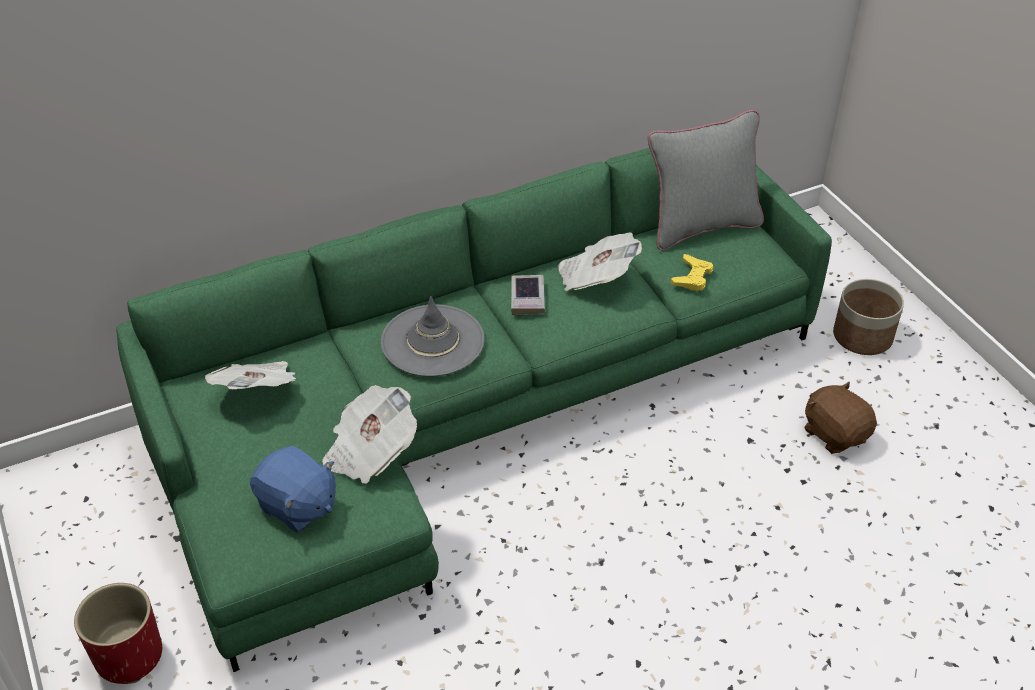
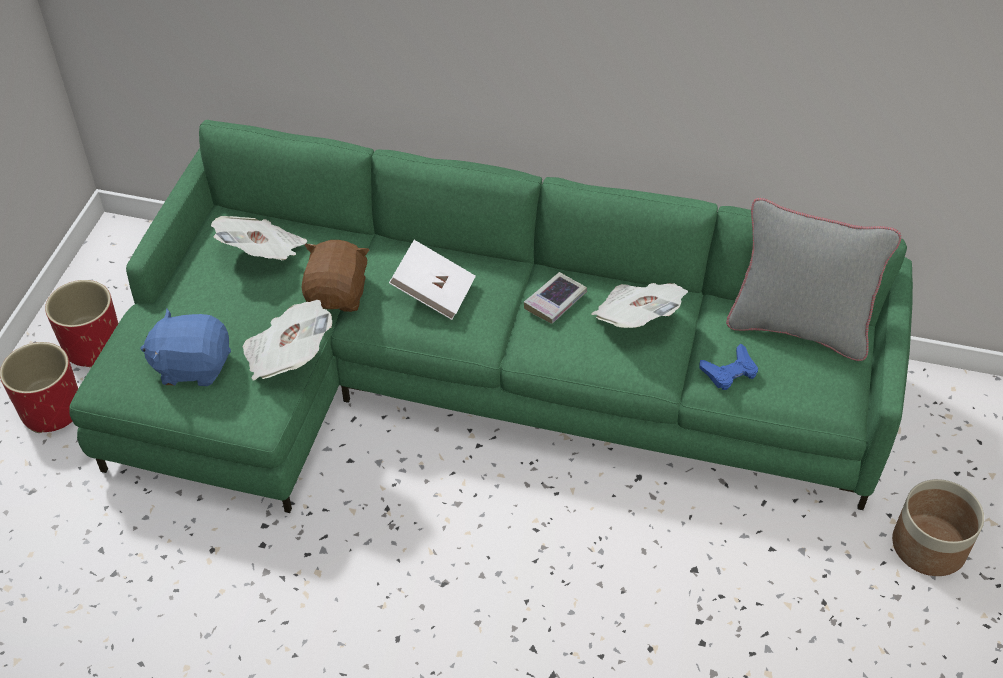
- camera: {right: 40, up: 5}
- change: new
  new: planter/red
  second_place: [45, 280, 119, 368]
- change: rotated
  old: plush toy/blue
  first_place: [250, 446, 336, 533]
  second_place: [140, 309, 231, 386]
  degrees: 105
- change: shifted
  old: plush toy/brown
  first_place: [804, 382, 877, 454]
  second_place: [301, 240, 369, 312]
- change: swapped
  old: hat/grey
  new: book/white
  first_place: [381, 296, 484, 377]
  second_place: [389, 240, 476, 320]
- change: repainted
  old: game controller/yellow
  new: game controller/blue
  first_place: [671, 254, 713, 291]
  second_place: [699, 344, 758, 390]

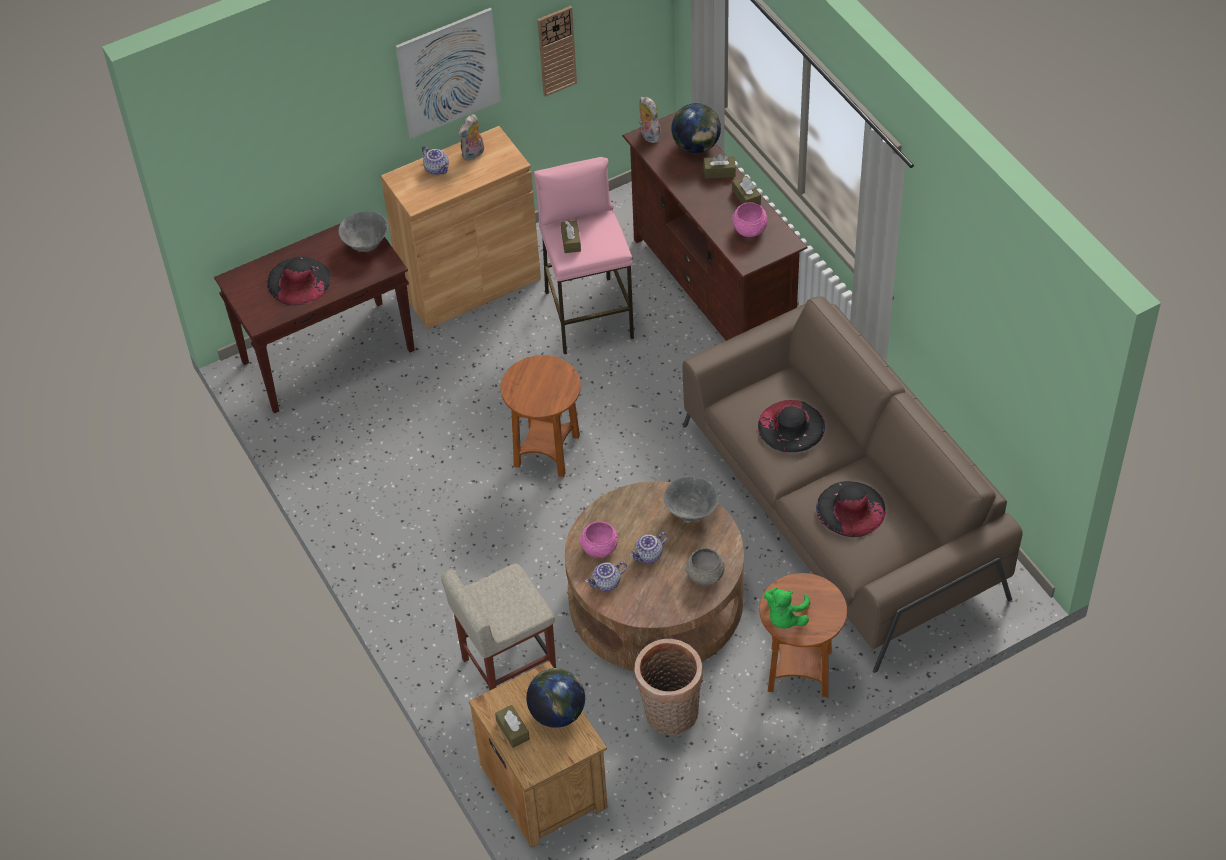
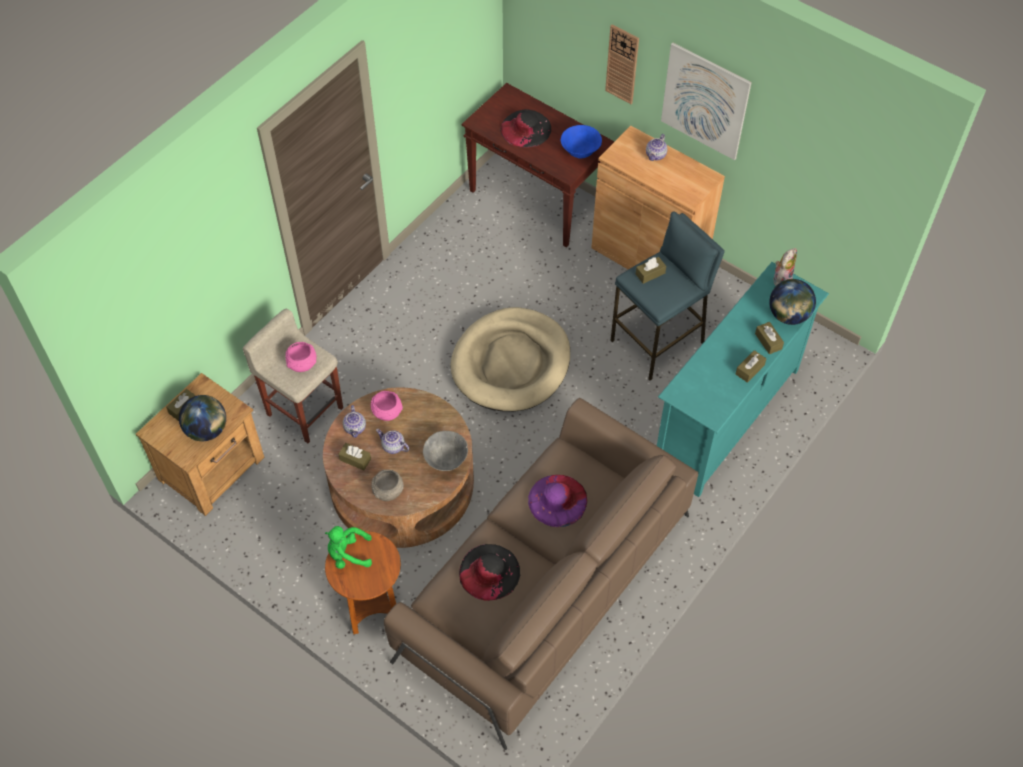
- camera: {right: 65, up: 5}
- change: shifted
  old: bowl/pink
  first_place: [732, 202, 768, 237]
  second_place: [285, 342, 317, 372]
- change: new
  new: tissue box/brown
  second_place: [338, 443, 371, 470]
- change: rotated
  old: teapot
  first_place: [585, 561, 627, 591]
  second_place: [343, 405, 366, 438]
  degrees: -135
- change: swapped
  old: side table/brown
  new: dog bed/beige
  first_place: [501, 355, 581, 477]
  second_place: [451, 307, 570, 412]
- change: repainted
  old: hat/black
  new: hat/purple
  first_place: [758, 400, 825, 453]
  second_place: [528, 475, 587, 527]
- change: repainted
  old: bowl/grey
  new: bowl/blue
  first_place: [339, 211, 388, 252]
  second_place: [561, 125, 602, 158]
- change: shifted
  old: wall clock
  first_place: [537, 6, 577, 97]
  second_place: [605, 25, 639, 104]
- change: repainted
  old: stool/pink
  new: stool/blue
  first_place: [534, 157, 634, 355]
  second_place: [611, 211, 725, 381]
- change: repainted
  old: tv stand/brown
  new: tv stand/turquoise
  first_place: [622, 111, 808, 341]
  second_place: [657, 262, 829, 497]
- change: gone
  old: plush toy
  first_place: [458, 114, 484, 161]
- change: gone
  old: basket
  first_place: [634, 639, 703, 735]

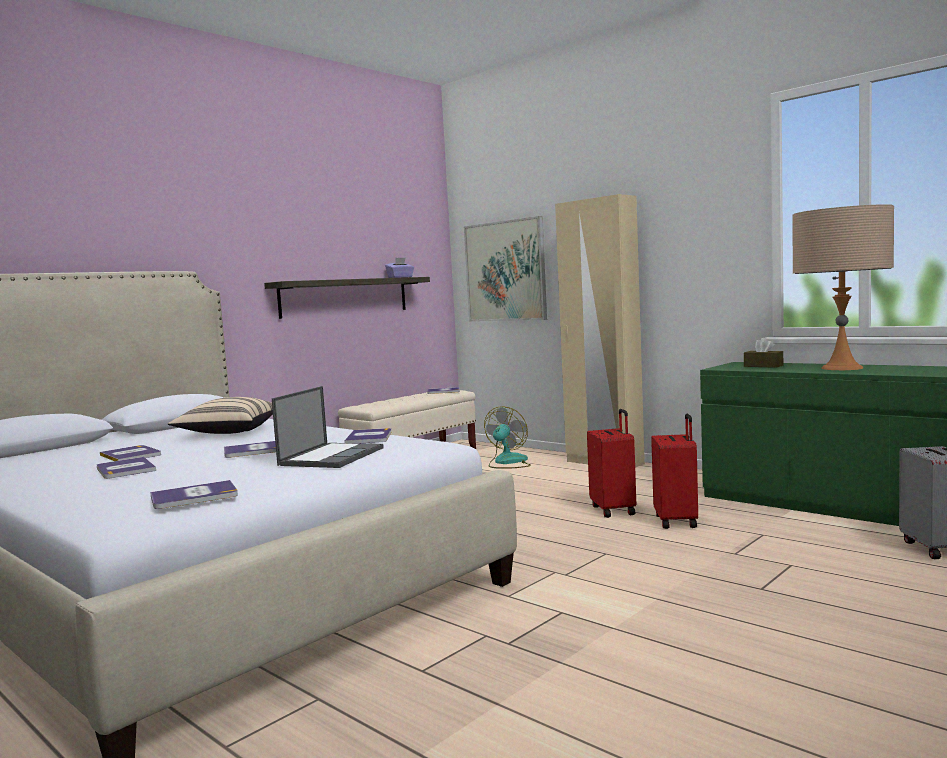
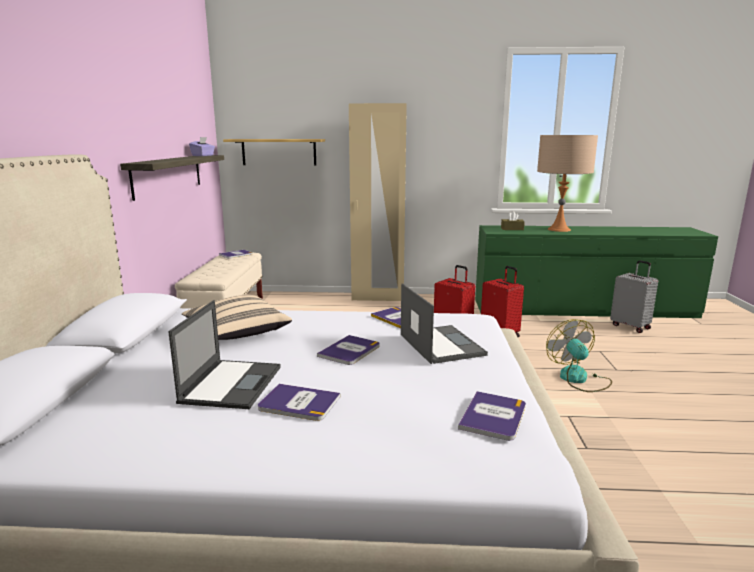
- camera: {right: -40, up: 10}
- change: swapped
  old: book
  new: laptop
  first_place: [100, 445, 161, 461]
  second_place: [168, 300, 281, 409]
- change: swapped
  old: picture
  new: shelf
  first_place: [464, 216, 547, 322]
  second_place: [223, 139, 325, 166]
- change: shifted
  old: fan
  first_place: [484, 407, 531, 469]
  second_place: [546, 319, 612, 392]

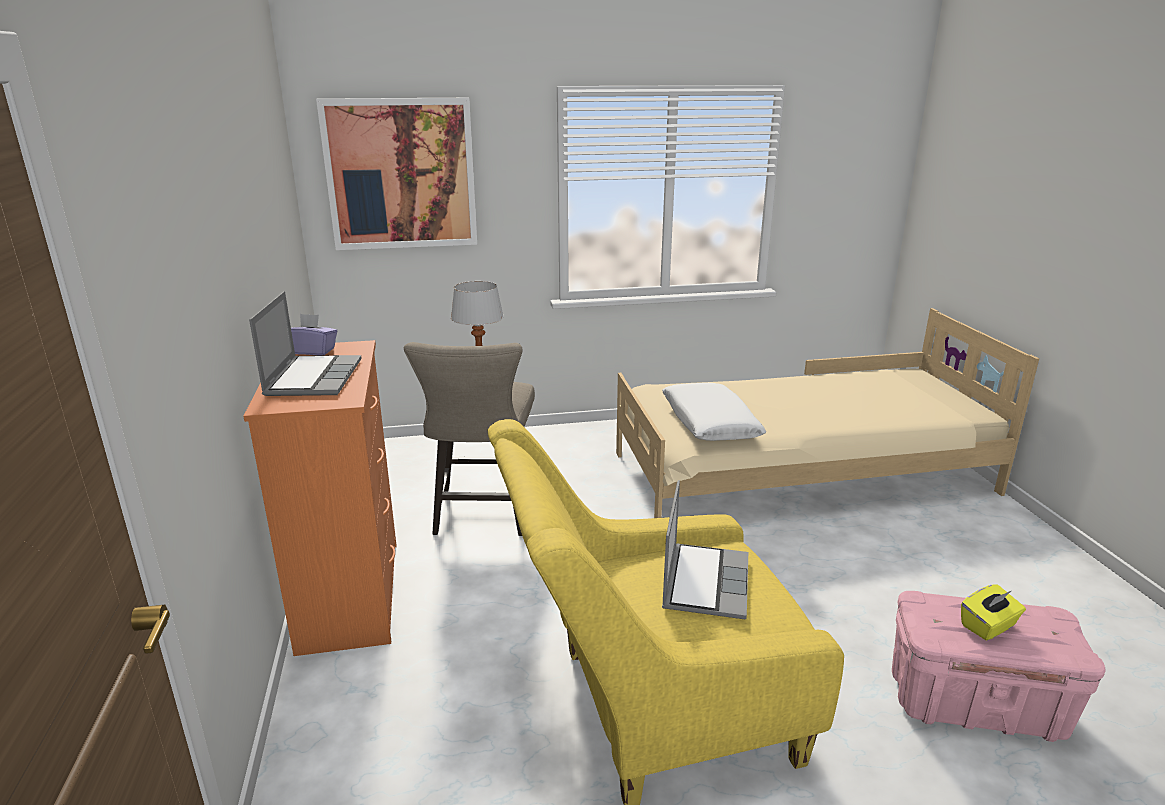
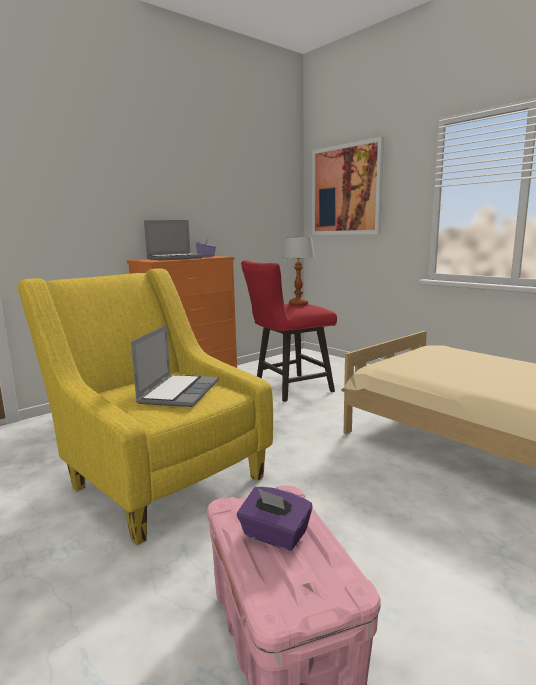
- camera: {right: 60, up: -10}
- change: rotated
  old: laptop
  first_place: [662, 480, 748, 619]
  second_place: [131, 325, 219, 407]
  degrees: -60
- change: repainted
  old: tissue box/yellow
  new: tissue box/purple
  first_place: [961, 584, 1026, 641]
  second_place: [237, 487, 313, 551]
- change: repainted
  old: stool/beige
  new: stool/red
  first_place: [404, 342, 535, 536]
  second_place: [241, 260, 337, 402]
- change: gone
  old: pillow/white
  first_place: [662, 383, 766, 441]

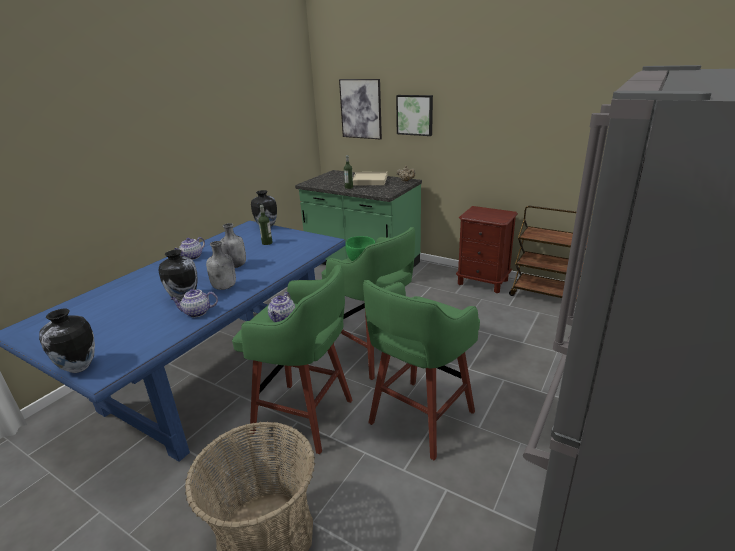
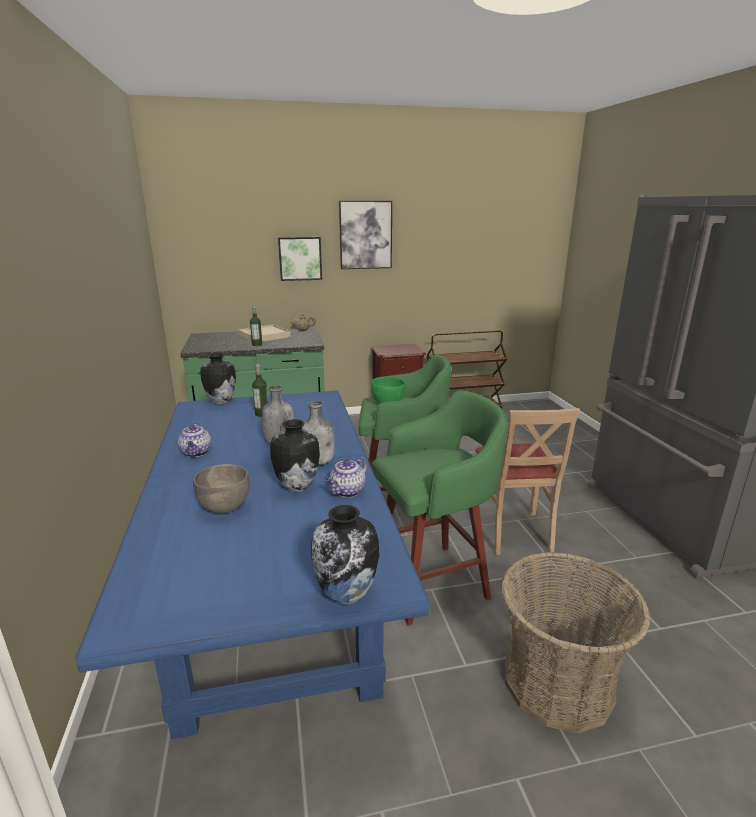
- camera: {right: -45, up: -5}
- change: new
  new: bowl/grey
  second_place: [193, 464, 250, 513]
- change: shifted
  old: picture
  first_place: [339, 79, 382, 140]
  second_place: [339, 201, 392, 269]
- change: swapped
  old: stool/green
  new: chair/beige
  first_place: [363, 280, 480, 460]
  second_place: [475, 408, 580, 555]
- change: gone
  old: teapot
  first_place: [268, 292, 295, 322]

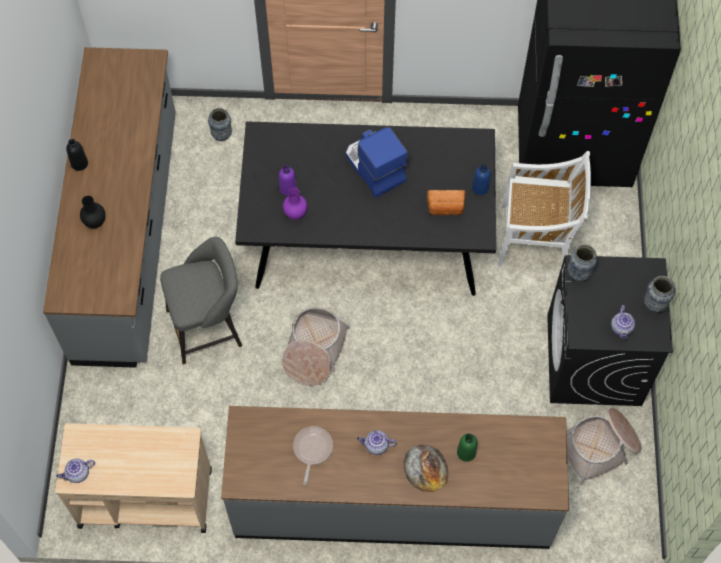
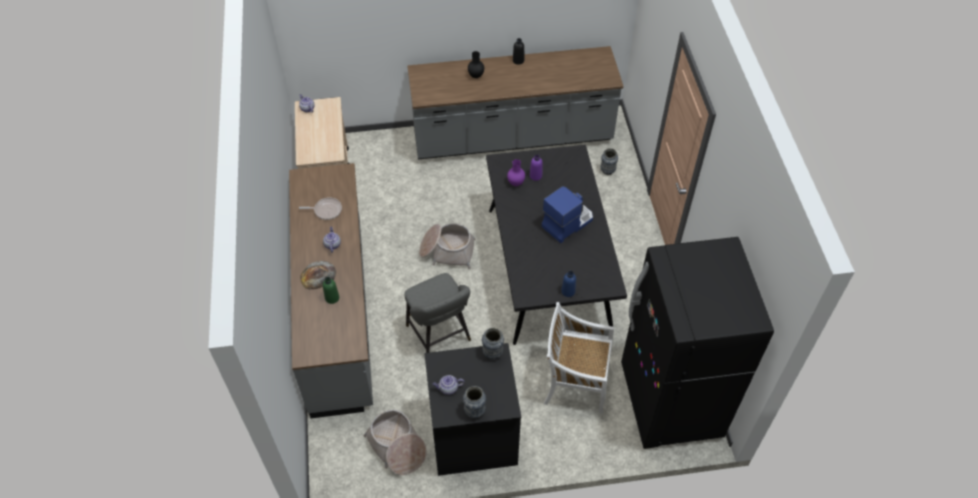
- camera: {right: 80, up: -10}
- change: shifted
  old: stool/grey
  first_place: [160, 237, 242, 364]
  second_place: [404, 273, 471, 353]
- change: rotated
  old: chair/white
  first_place: [498, 151, 591, 266]
  second_place: [544, 302, 614, 414]
  degrees: 105
- change: gone
  old: bread
  first_place: [427, 190, 466, 215]

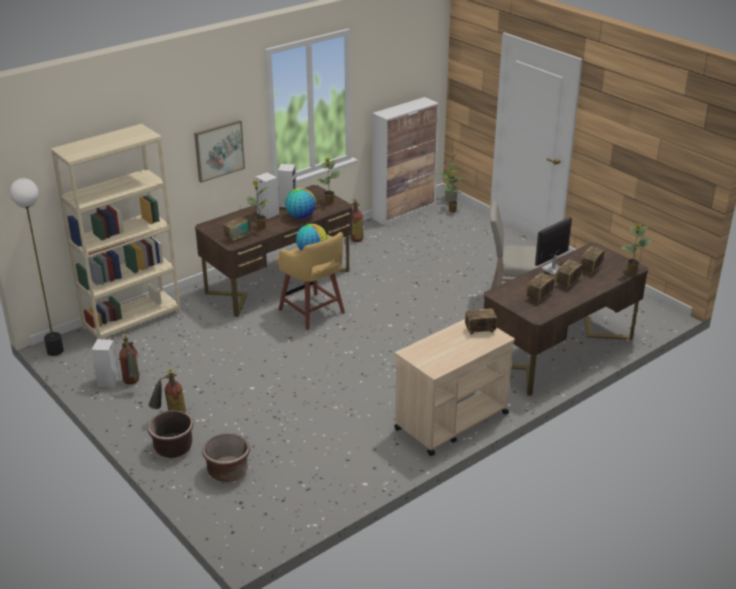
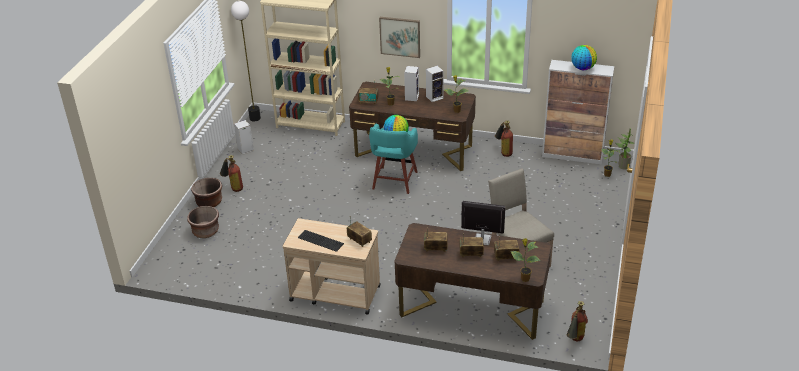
- camera: {right: 55, up: 5}
- change: new
  new: keyboard
  second_place: [298, 230, 344, 252]
- change: repainted
  old: stool/yellow
  new: stool/turquoise
  first_place: [276, 232, 345, 330]
  second_place: [369, 123, 418, 194]
- change: shifted
  old: fire extinguisher
  first_place: [119, 334, 140, 385]
  second_place: [567, 301, 588, 341]
- change: shifted
  old: globe
  first_place: [285, 188, 316, 219]
  second_place: [571, 45, 597, 70]

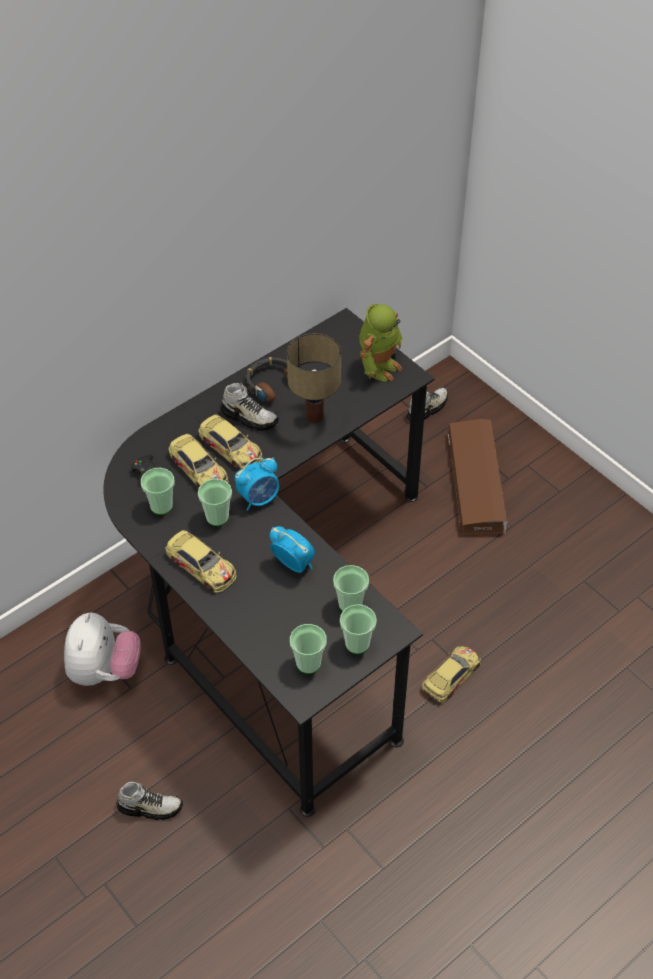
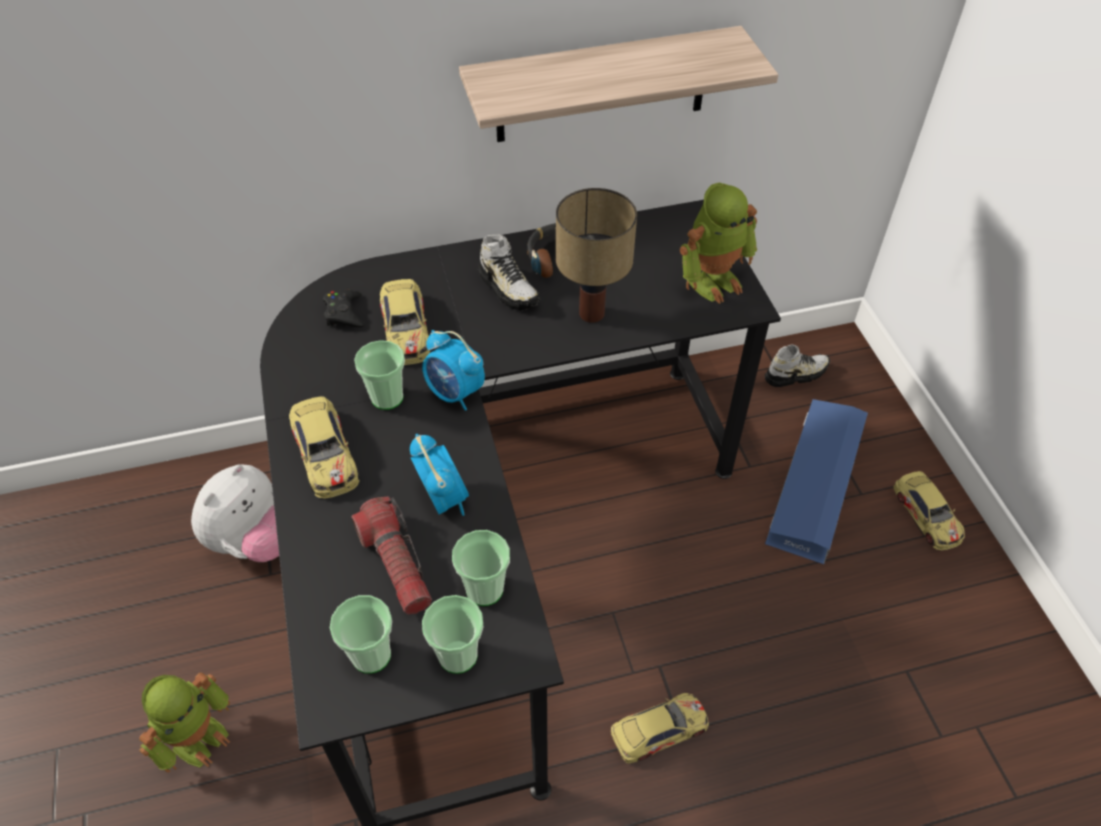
- camera: {right: 25, up: 0}
- change: swapped
  old: shoe
  new: toy robot
  first_place: [117, 782, 183, 820]
  second_place: [139, 672, 230, 772]
- change: new
  new: flashlight
  second_place: [352, 497, 432, 615]
- change: rotated
  old: alarm clock
  first_place: [235, 458, 279, 511]
  second_place: [422, 330, 485, 411]
  degrees: 45
- change: new
  new: shelf
  second_place: [459, 26, 778, 142]
- change: repainted
  old: storage box/brown
  new: storage box/blue
  first_place: [448, 419, 507, 535]
  second_place: [765, 399, 868, 565]
- change: shifted
  old: toy car
  first_place: [198, 414, 262, 470]
  second_place: [893, 471, 965, 550]
- change: gone
  old: cup
  first_place: [141, 468, 175, 515]

